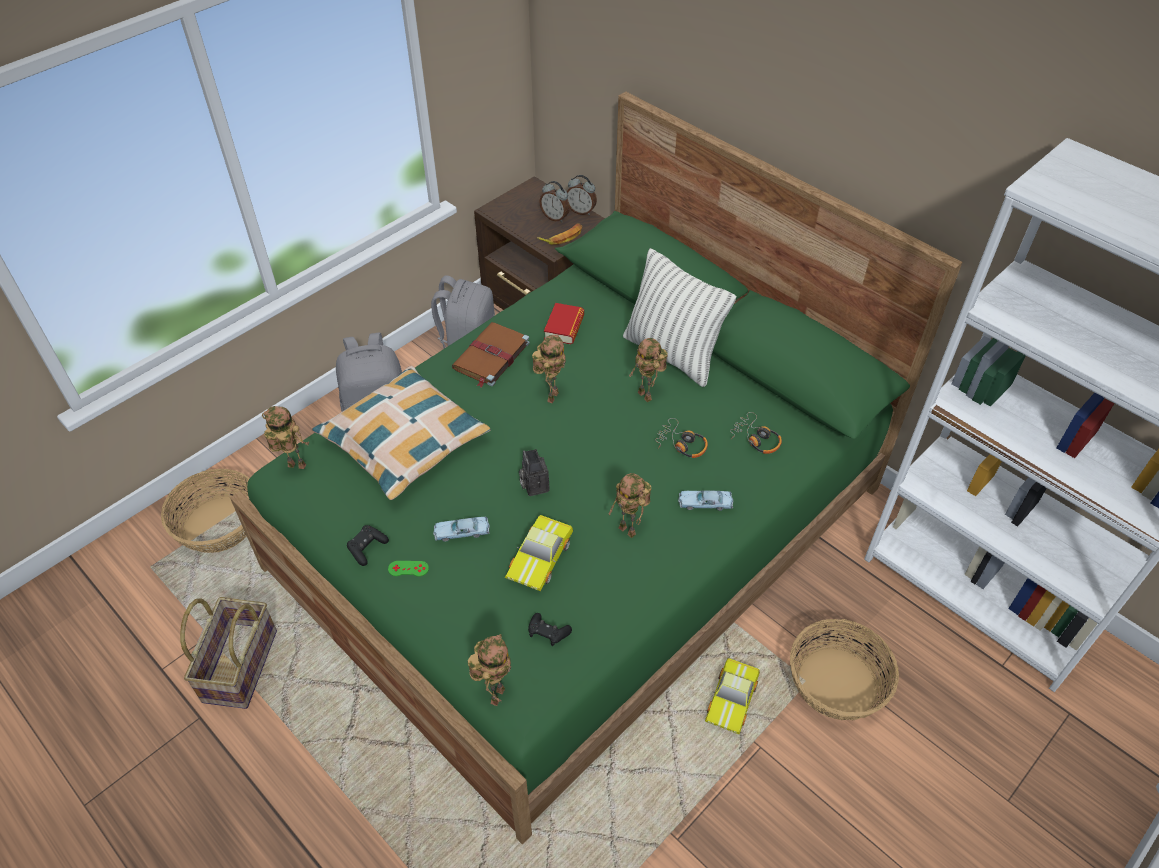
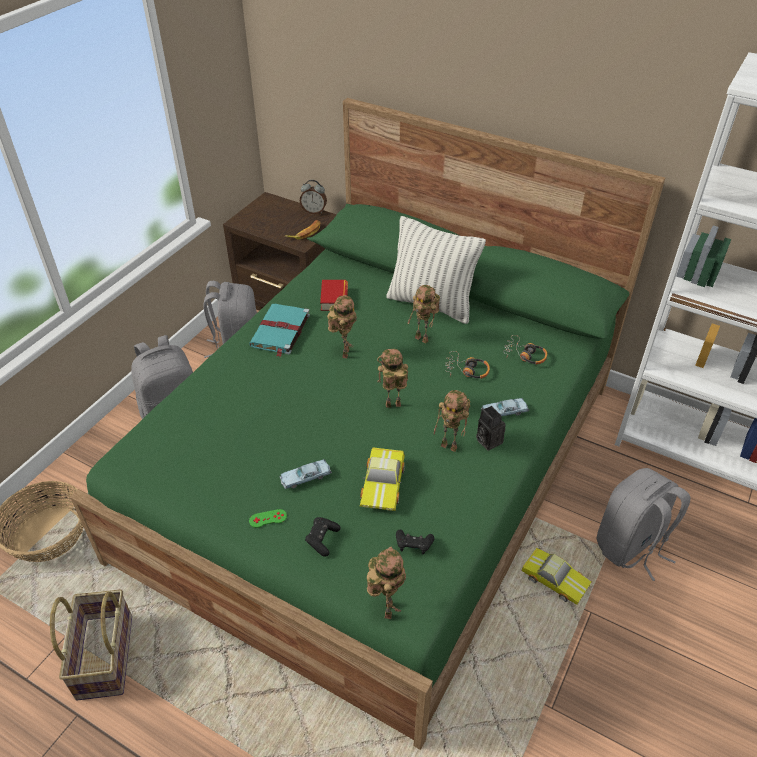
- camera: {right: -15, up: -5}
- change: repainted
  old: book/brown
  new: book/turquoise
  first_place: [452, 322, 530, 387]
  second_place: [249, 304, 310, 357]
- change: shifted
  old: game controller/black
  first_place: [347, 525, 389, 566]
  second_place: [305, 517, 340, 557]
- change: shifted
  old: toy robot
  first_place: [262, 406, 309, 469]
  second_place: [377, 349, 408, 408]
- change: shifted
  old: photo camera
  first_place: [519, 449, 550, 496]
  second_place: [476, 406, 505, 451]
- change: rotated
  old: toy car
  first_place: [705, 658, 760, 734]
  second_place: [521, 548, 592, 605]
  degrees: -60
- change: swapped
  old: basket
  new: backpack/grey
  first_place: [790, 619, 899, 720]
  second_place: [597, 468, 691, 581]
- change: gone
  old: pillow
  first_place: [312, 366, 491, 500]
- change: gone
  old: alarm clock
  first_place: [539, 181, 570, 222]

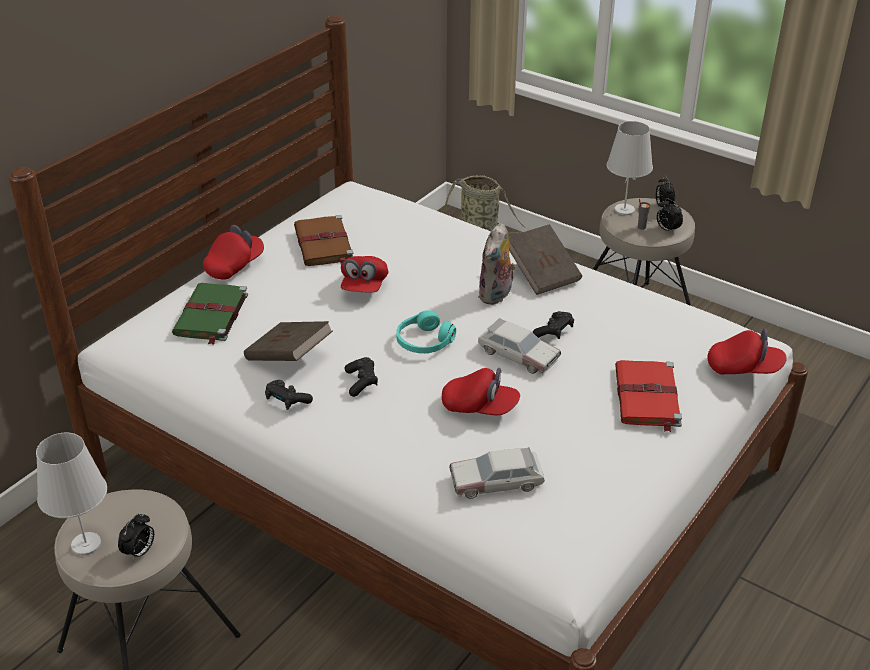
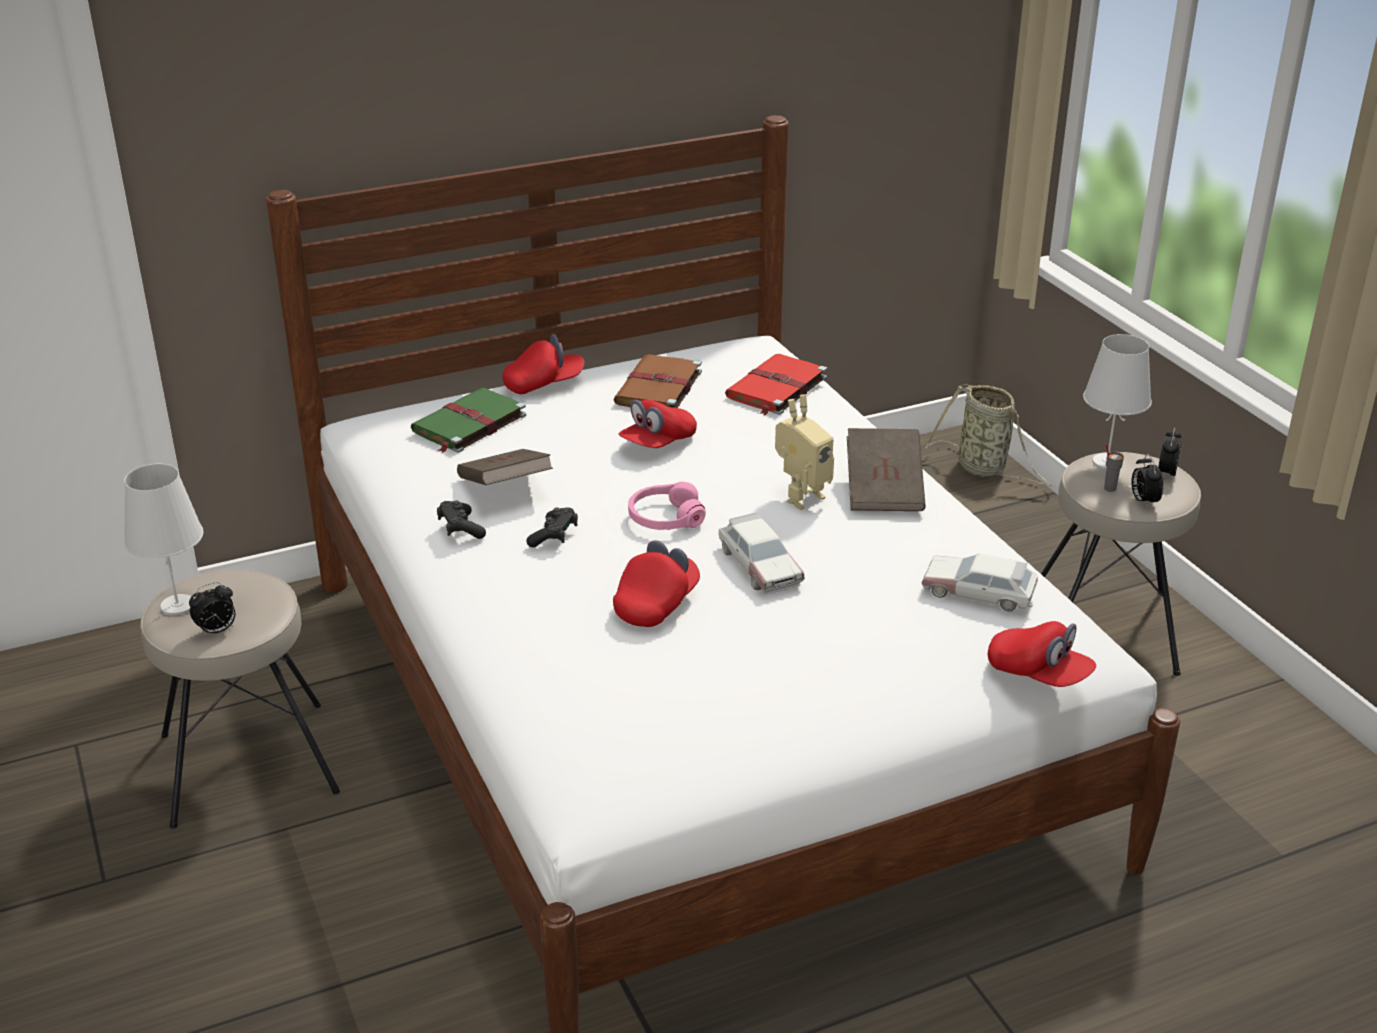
- camera: {right: 30, up: -5}
- change: rotated
  old: cap/red
  first_place: [442, 368, 520, 415]
  second_place: [613, 540, 700, 627]
  degrees: -105
- change: repainted
  old: headphones/turquoise
  new: headphones/pink
  first_place: [396, 310, 456, 353]
  second_place: [628, 482, 706, 530]
- change: shifted
  old: book/red
  first_place: [615, 360, 682, 432]
  second_place: [725, 354, 827, 415]
- change: swapped
  old: plush toy
  new: toy robot
  first_place: [478, 223, 516, 305]
  second_place: [775, 394, 834, 510]
- change: shifted
  old: toy car
  first_place: [449, 447, 545, 499]
  second_place: [922, 554, 1038, 611]
- change: gone
  old: game controller/black
  first_place: [533, 311, 574, 339]

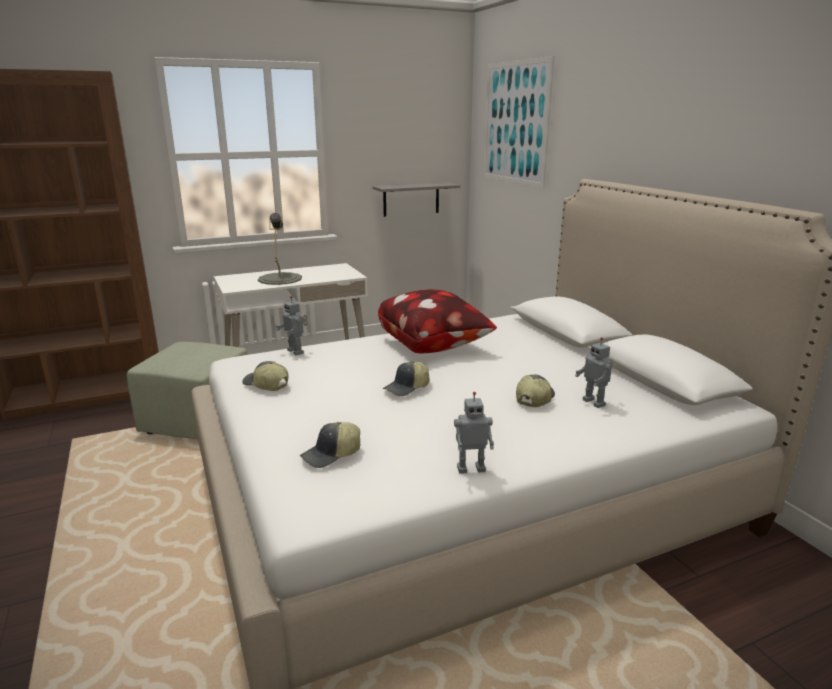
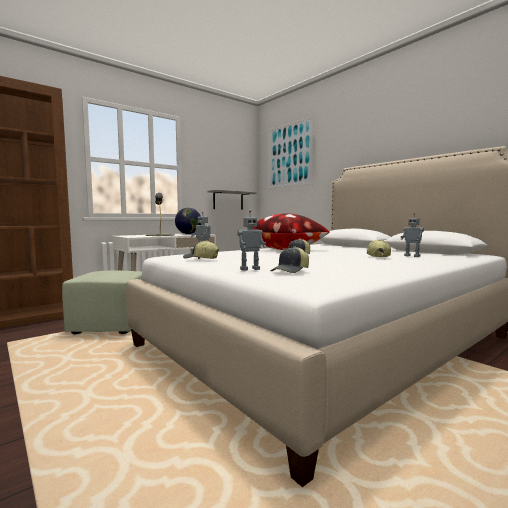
- camera: {right: -15, up: -15}
- change: new
  new: globe
  second_place: [175, 208, 201, 234]
- change: shifted
  old: toy robot
  first_place: [454, 392, 494, 474]
  second_place: [237, 210, 266, 271]

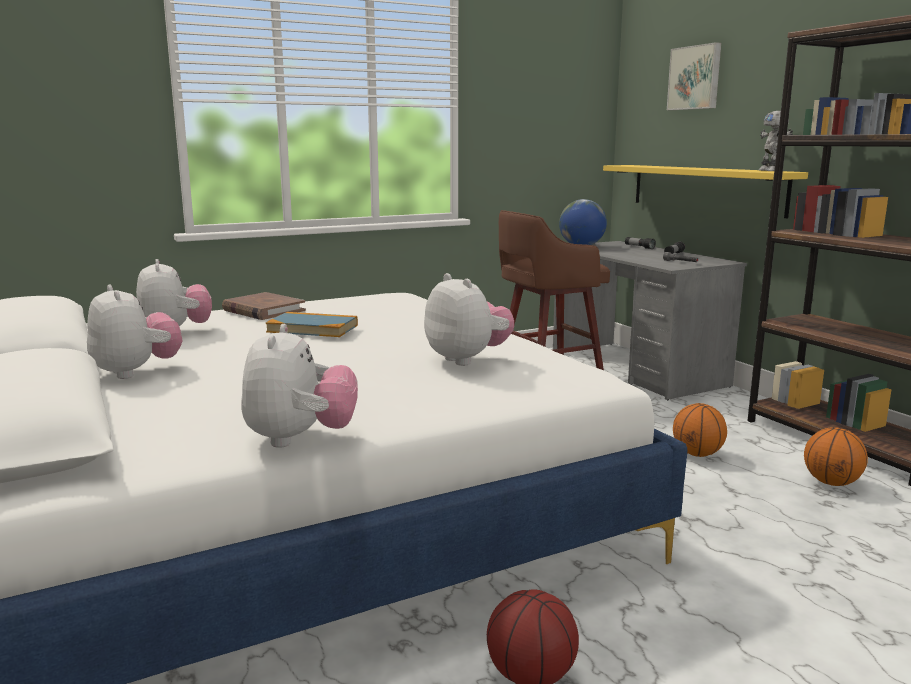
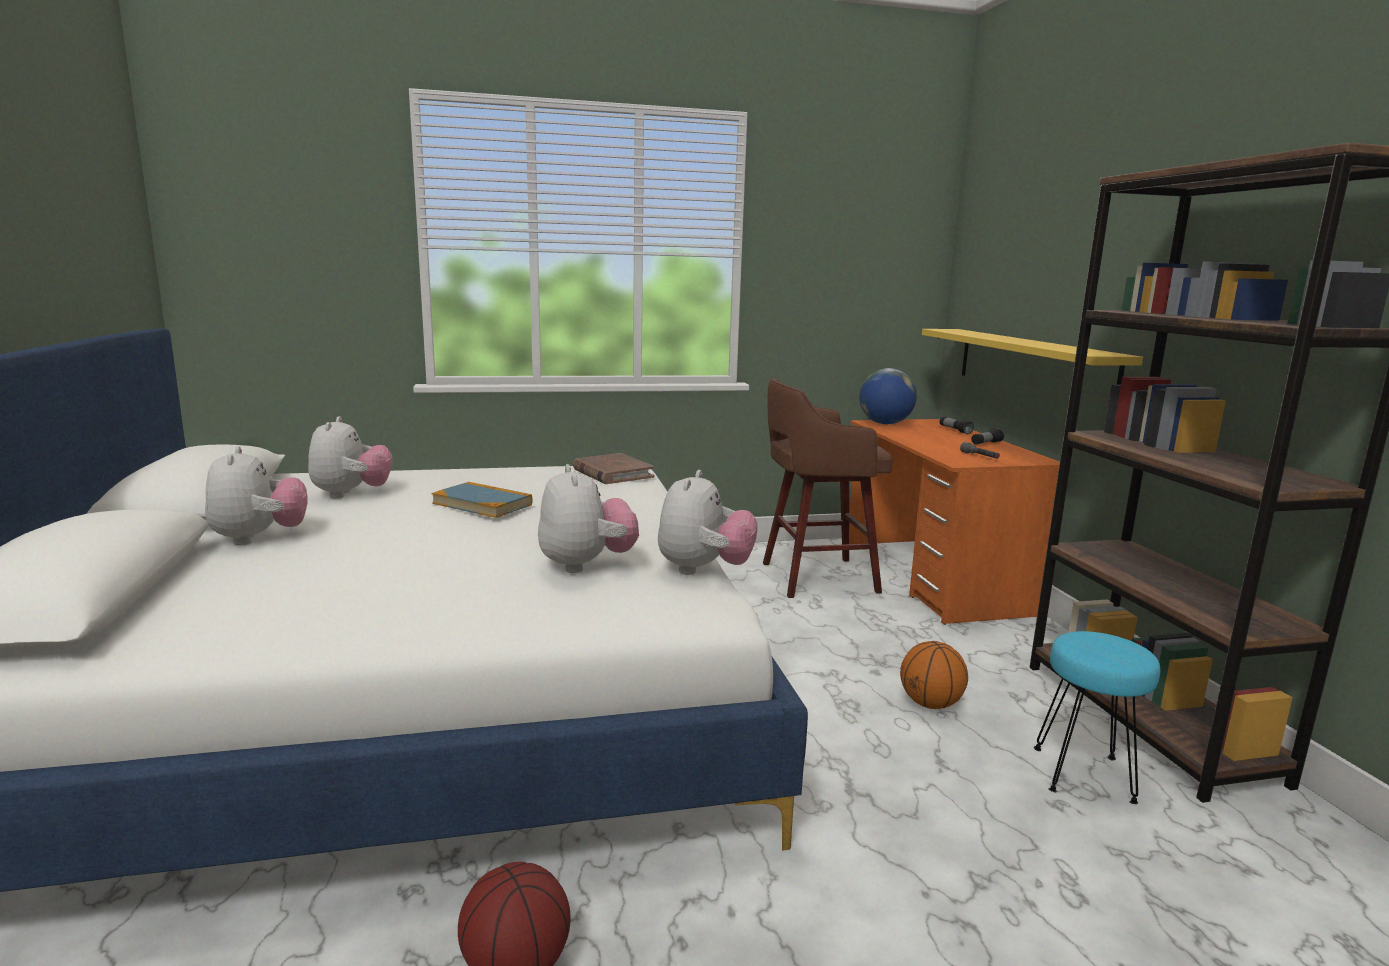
- camera: {right: 15, up: 0}
- change: shifted
  old: book/brown
  first_place: [222, 292, 306, 320]
  second_place: [573, 453, 655, 484]
- change: shifted
  old: plush toy
  first_place: [241, 324, 358, 448]
  second_place: [658, 470, 758, 575]
- change: repainted
  old: desk/grey
  new: desk/orange
  first_place: [553, 241, 747, 400]
  second_place: [849, 419, 1060, 625]
- change: swapped
  old: basketball
  new: stool/turquoise
  first_place: [804, 427, 868, 486]
  second_place: [1034, 631, 1160, 804]
- change: gone
  old: picture
  first_place: [667, 42, 721, 110]
- change: gone
  old: toy robot
  first_place: [759, 111, 793, 171]

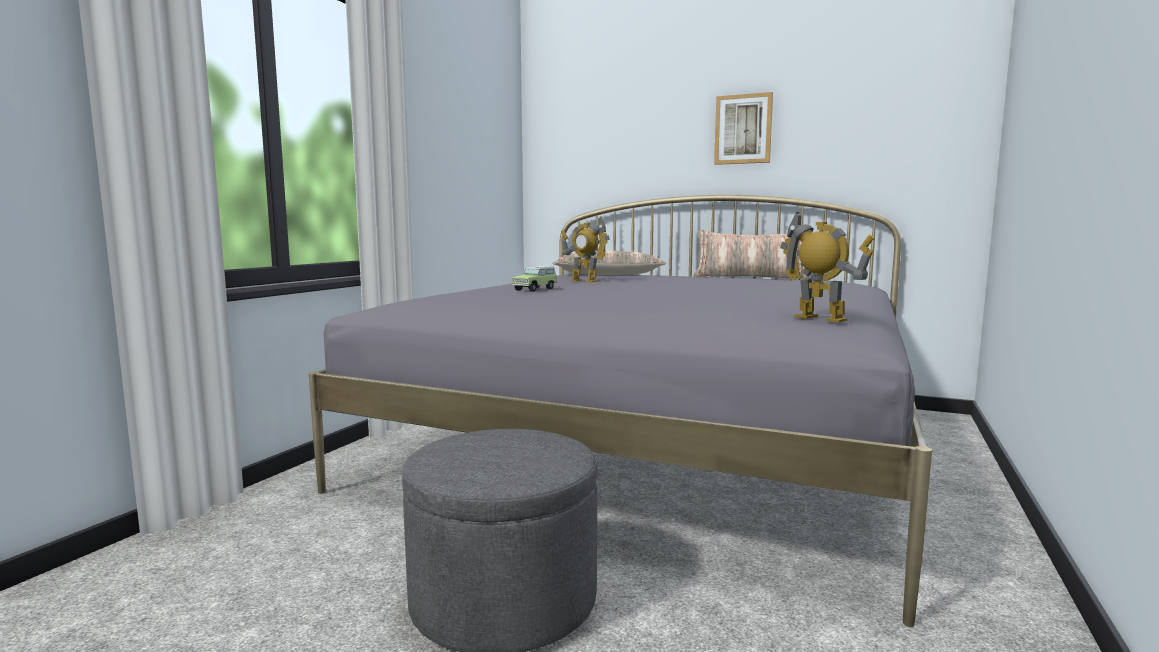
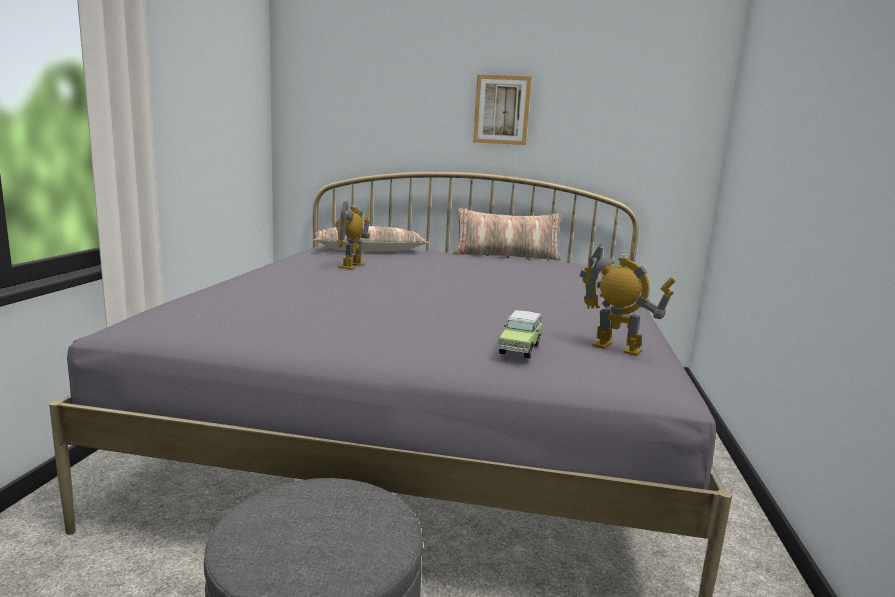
- camera: {right: -15, up: 5}
- change: rotated
  old: toy robot
  first_place: [561, 216, 610, 282]
  second_place: [335, 201, 370, 269]
  degrees: 90
- change: shifted
  old: toy car
  first_place: [512, 266, 557, 292]
  second_place: [498, 310, 542, 359]

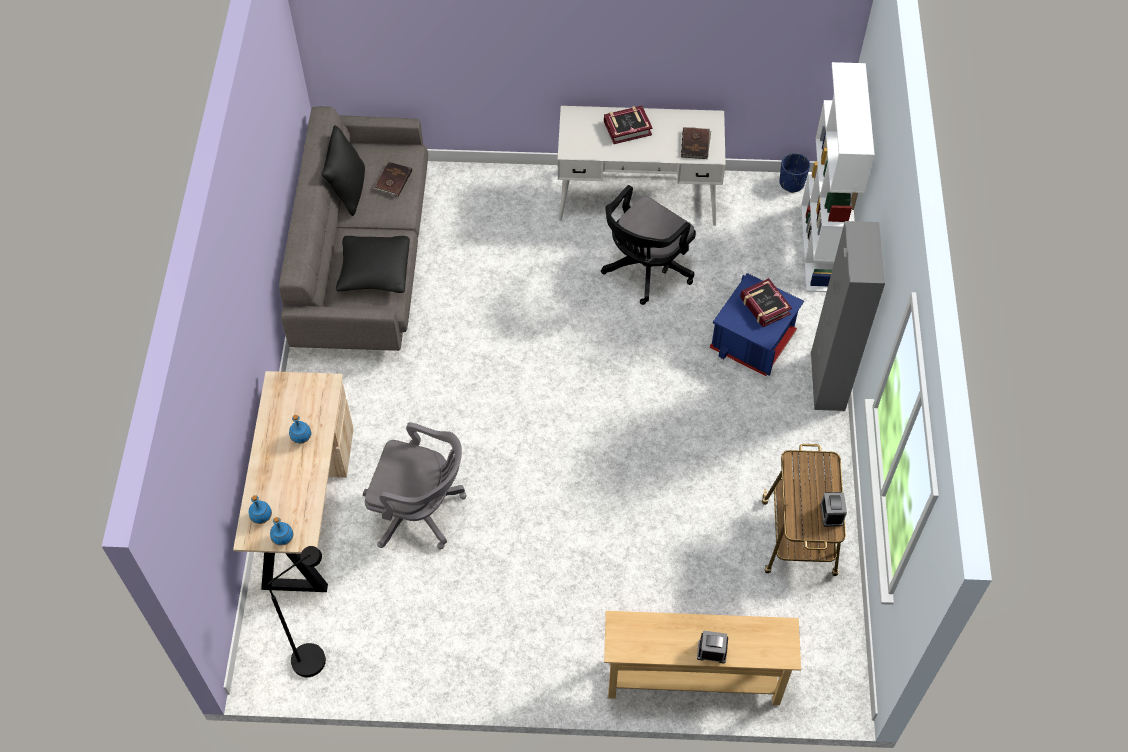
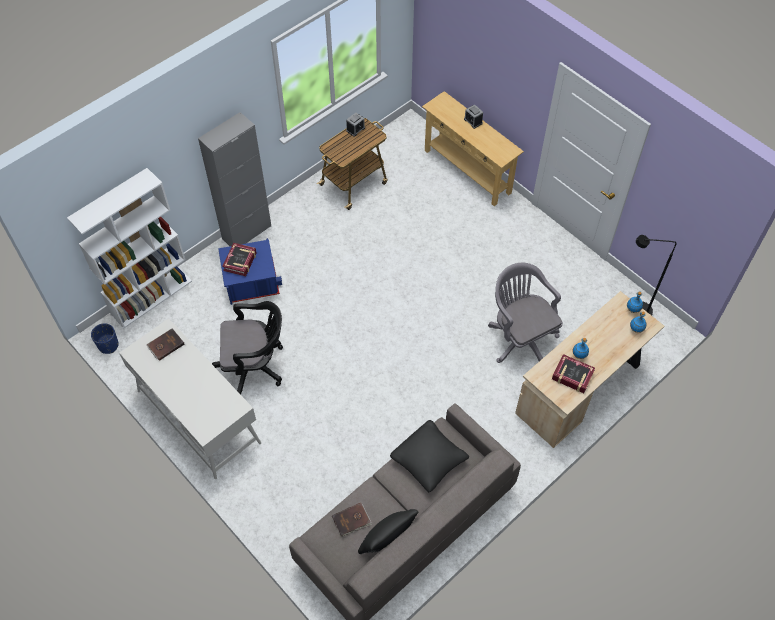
- camera: {right: -135, up: 0}
- change: shifted
  old: book
  first_place: [604, 106, 653, 144]
  second_place: [552, 354, 595, 393]

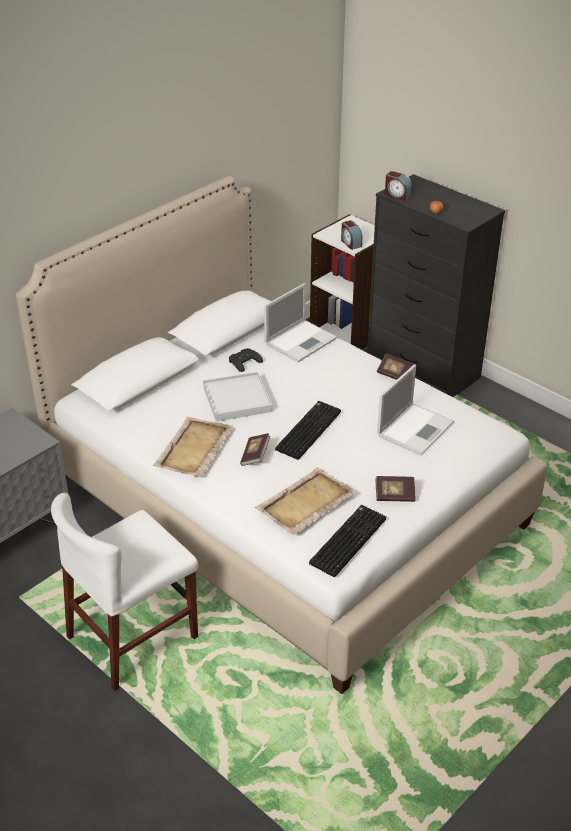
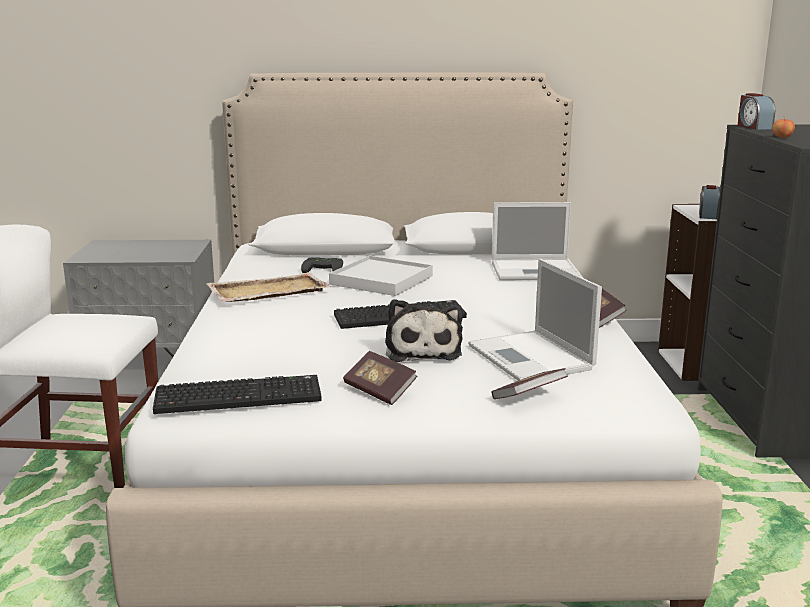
- camera: {right: 45, up: -20}
- change: shifted
  old: game controller/black
  first_place: [229, 348, 263, 372]
  second_place: [301, 257, 343, 273]
- change: new
  new: plush toy
  second_place: [385, 299, 463, 362]
- change: rotated
  old: laptop
  first_place: [377, 365, 454, 456]
  second_place: [468, 259, 602, 381]
  degrees: 75
- change: shifted
  old: book
  first_place: [240, 433, 270, 466]
  second_place: [492, 368, 568, 399]
- change: gone
  old: tray/beige
  first_place: [255, 467, 356, 535]

